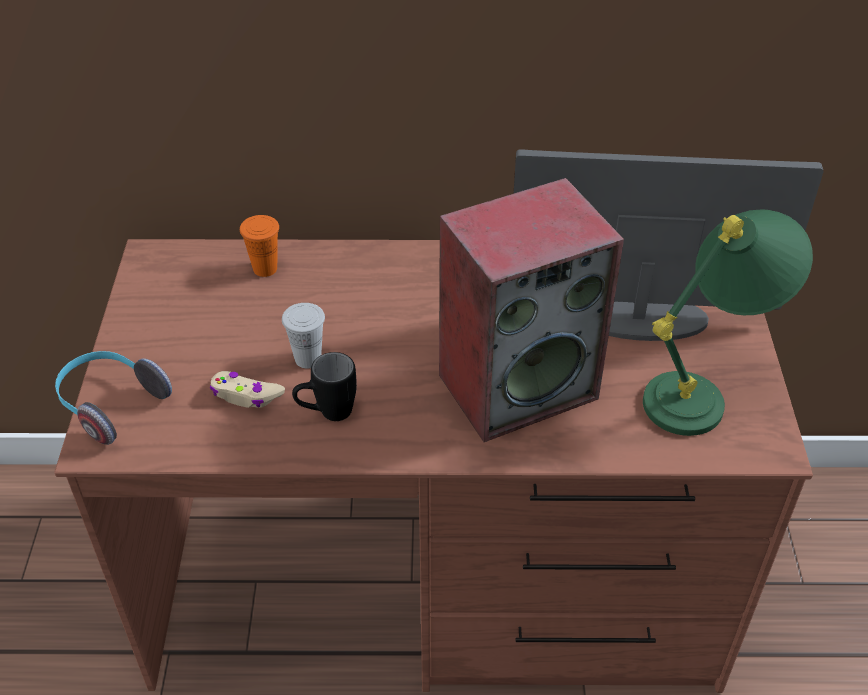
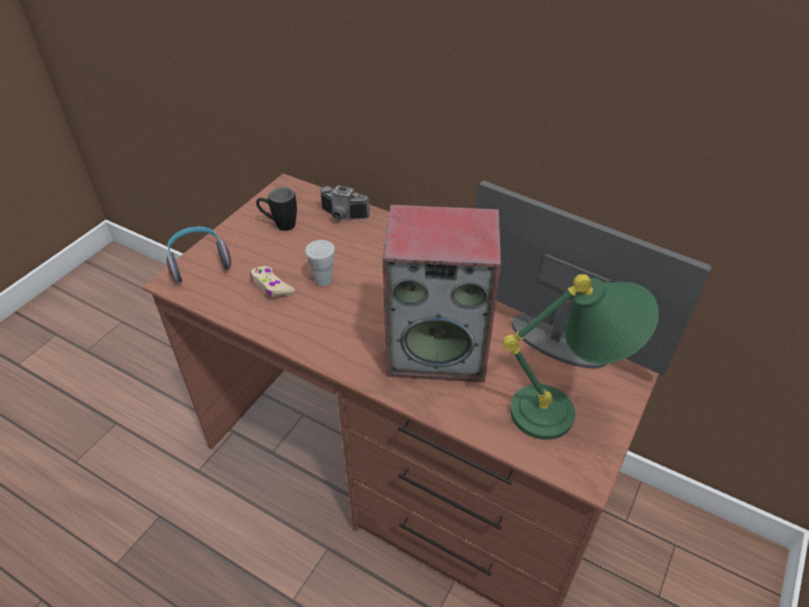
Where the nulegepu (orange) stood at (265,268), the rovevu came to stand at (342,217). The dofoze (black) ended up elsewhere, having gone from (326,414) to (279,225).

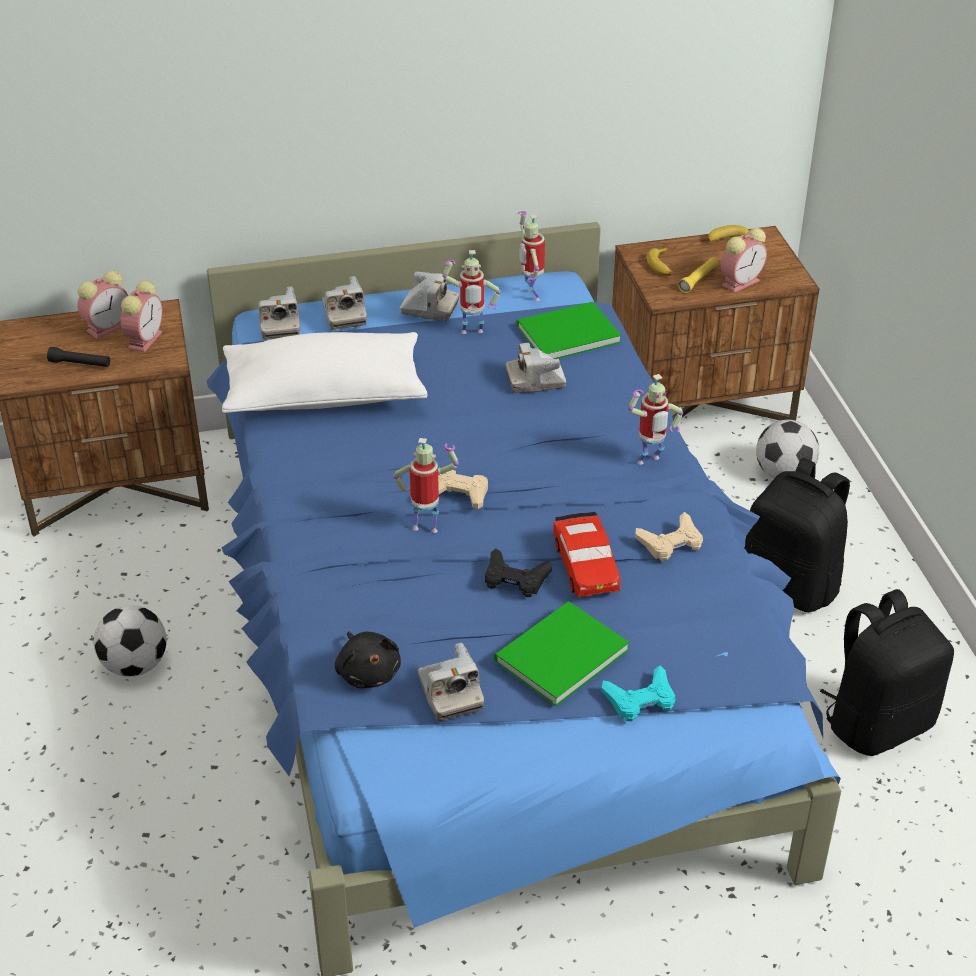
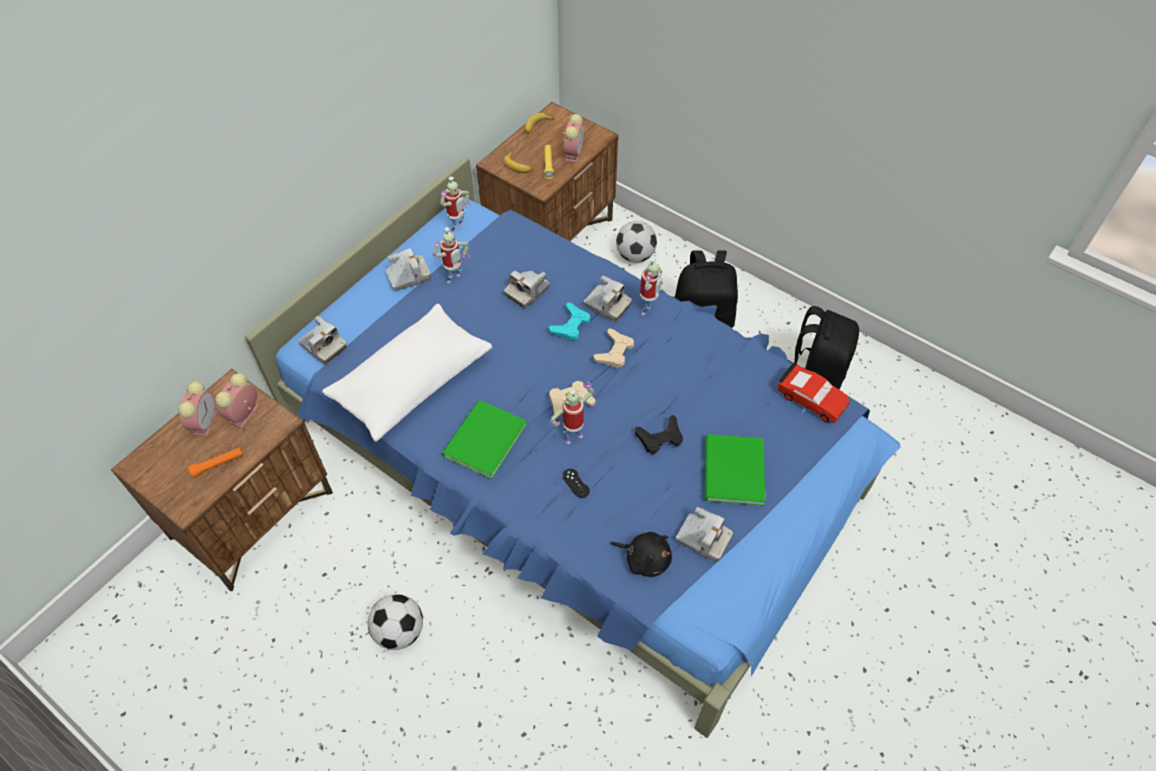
What was the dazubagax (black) at (80,364) turned into the dazubagax (orange) at (218,464). The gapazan at (145,339) ended up facing another way, 135 degrees counterclockwise from before. The rovevu ended up elsewhere, having gone from (344,315) to (607,305). The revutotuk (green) ended up elsewhere, having gone from (564,333) to (482,441). The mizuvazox at (531,296) ended up facing another way, 90 degrees counterclockwise from before. The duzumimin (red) ended up elsewhere, having gone from (586,565) to (811,398). The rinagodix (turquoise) ended up elsewhere, having gone from (640,699) to (570,325). The rinagodix (beige) ended up elsewhere, having gone from (670,542) to (614,352). The second view gained the rinagodix (black) at (576,483).

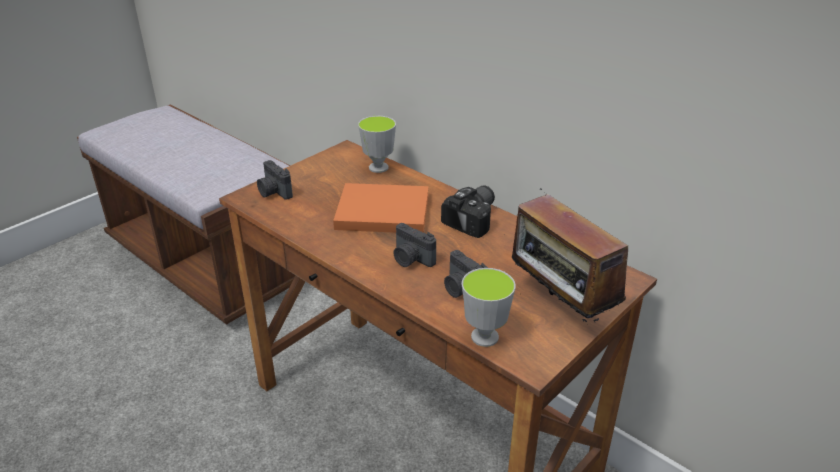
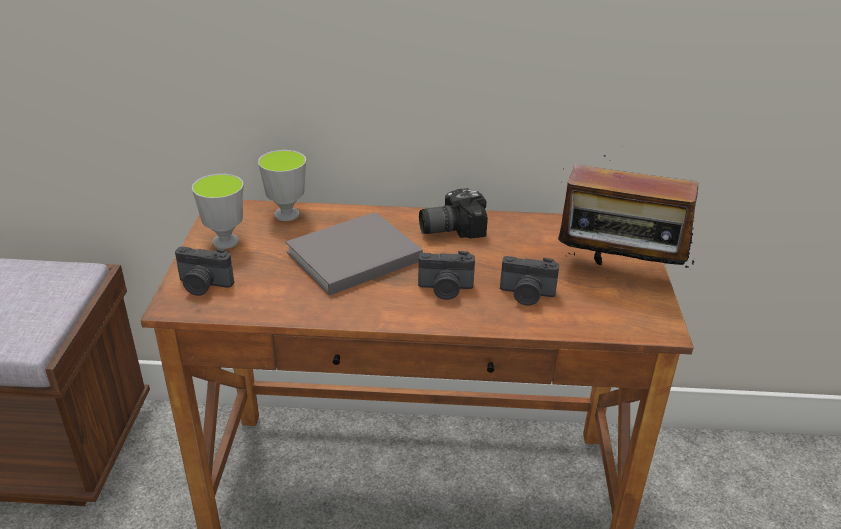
What was the revutotuk (orange) at (379,211) turned into the revutotuk (grey) at (350,257). The rovevu at (475,219) ended up facing another way, 105 degrees counterclockwise from before. The nulegepu ended up elsewhere, having gone from (484,337) to (225,241).

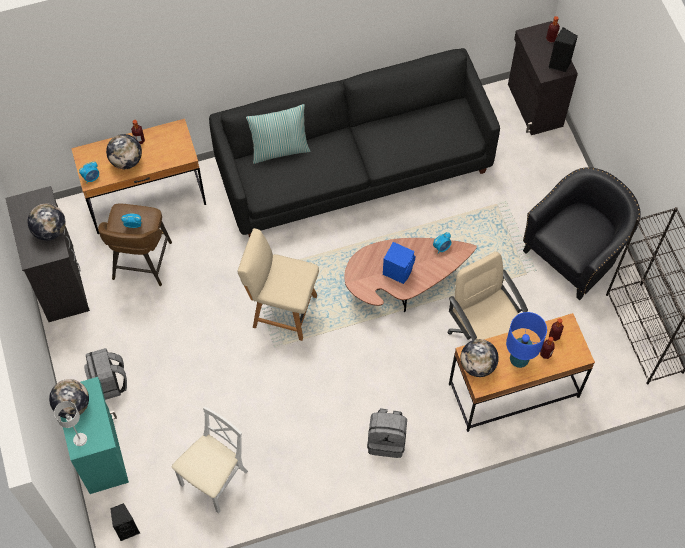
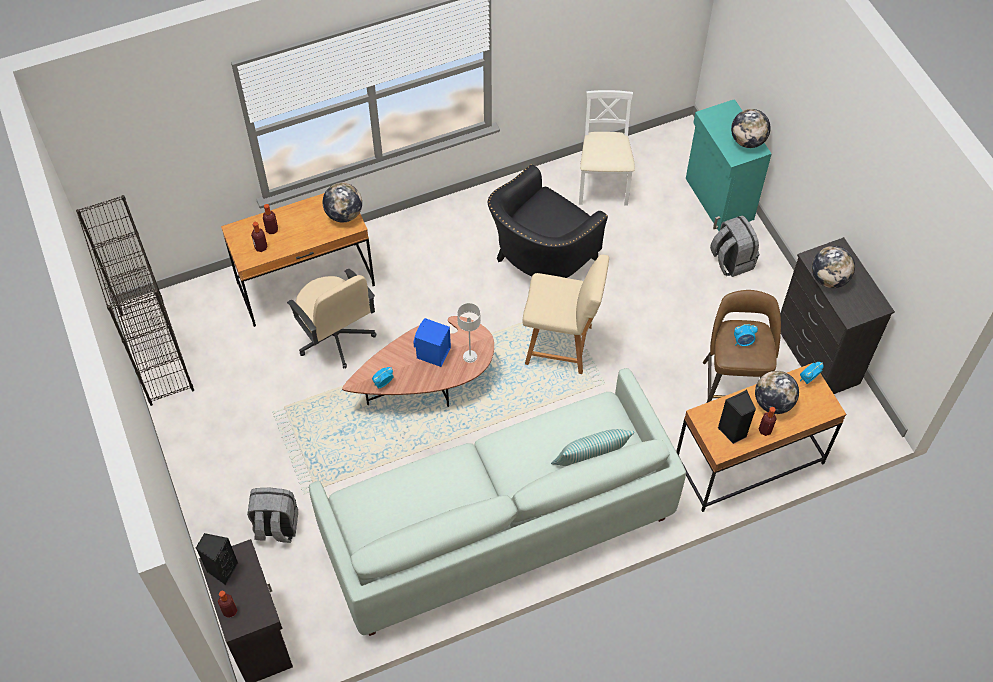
The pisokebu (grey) ended up elsewhere, having gone from (80,439) to (470,356). The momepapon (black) ended up elsewhere, having gone from (127,529) to (733,431). The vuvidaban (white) at (214,480) ended up facing another way, 150 degrees clockwise from before. What was the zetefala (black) at (353,166) turned into the zetefala (white) at (497,525). The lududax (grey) ended up elsewhere, having gone from (387,440) to (276,527). The second view lost the pisokebu (blue) at (519,359). The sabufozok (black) ended up elsewhere, having gone from (575,253) to (540,260).

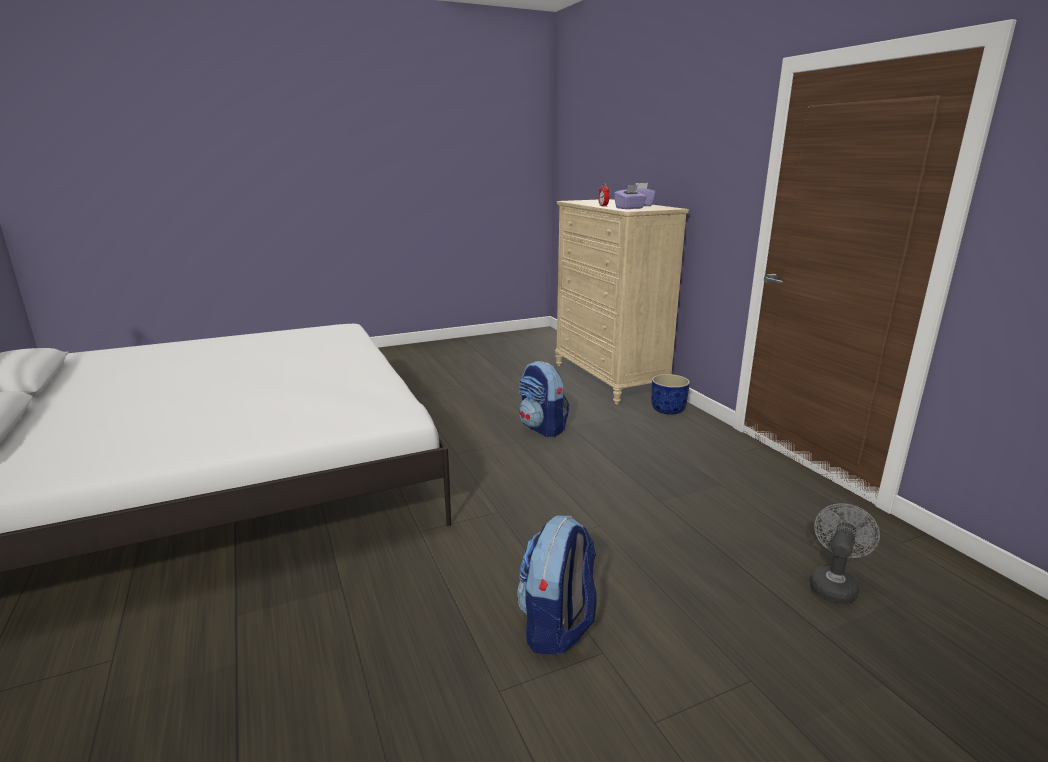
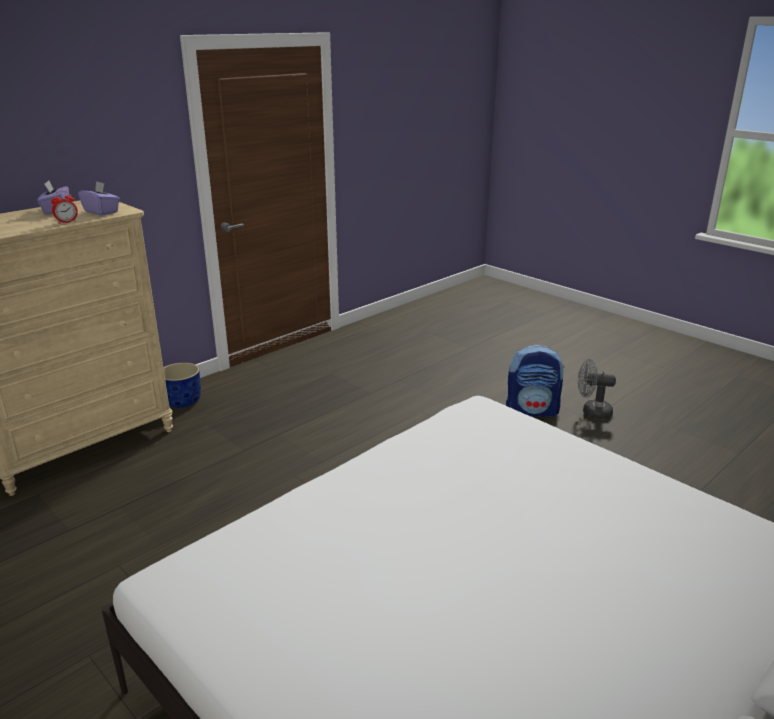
The second view lost the lududax at (542,428). The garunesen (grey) ended up elsewhere, having gone from (833,584) to (591,412).

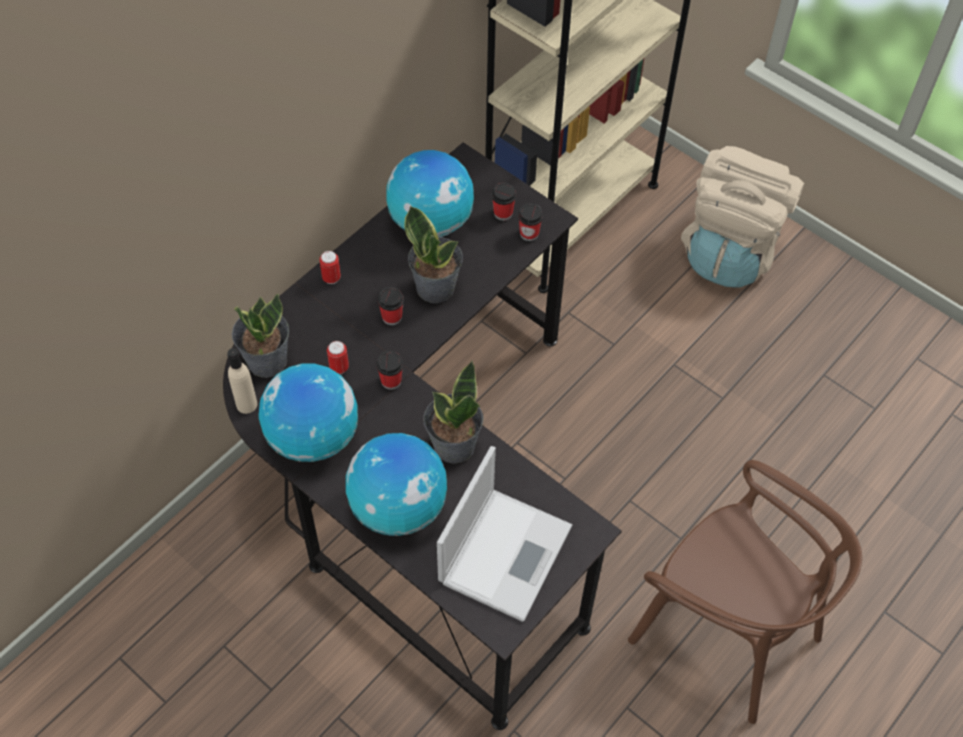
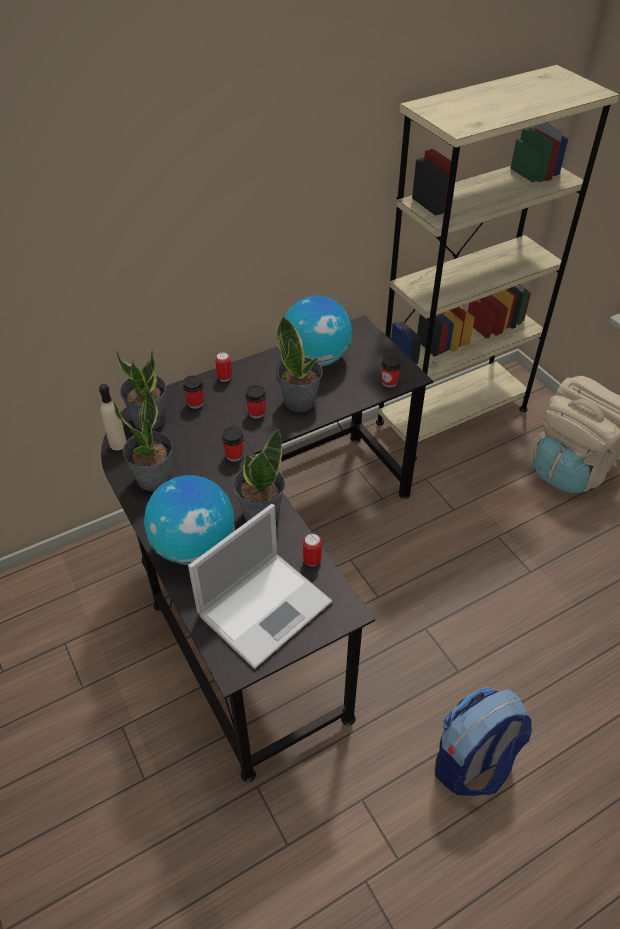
Where the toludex stood at (312,437), the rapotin came to stand at (154,478). The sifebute ended up elsewhere, having gone from (339,367) to (312,560). The nulegepu ended up elsewhere, having gone from (503,213) to (195,403). Where the vuvidaban (brown) stood at (726,632), the lududax came to stand at (473,763).

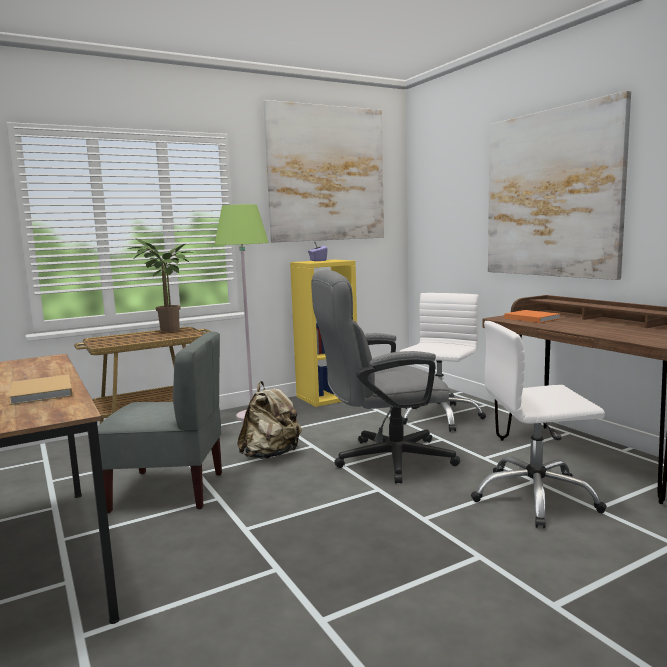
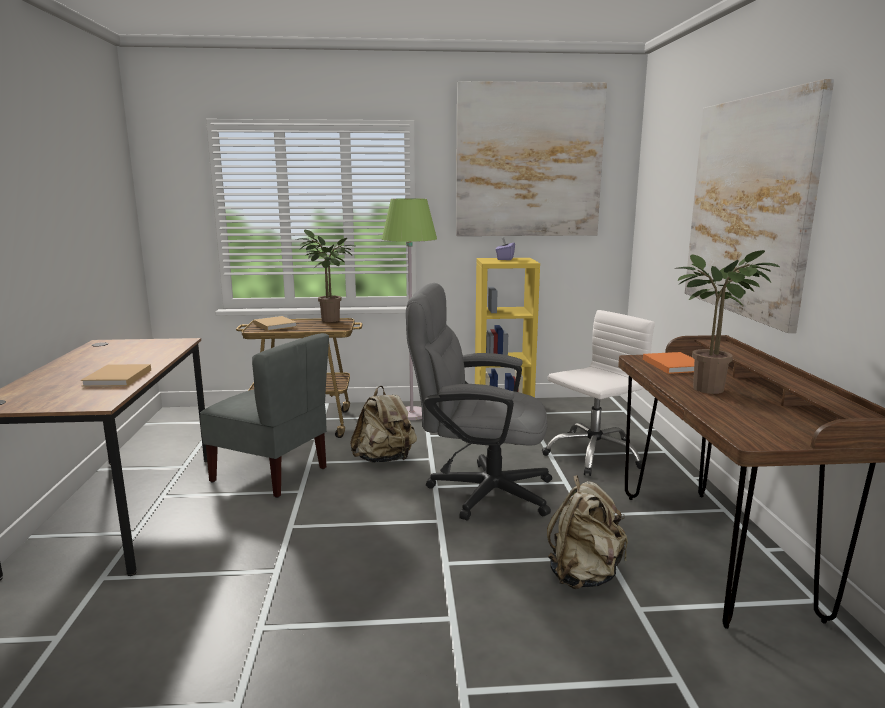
Where the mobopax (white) stood at (535,497), the lududax (beige) came to stand at (584,575). The second view gained the revutotuk (beige) at (274,325). The second view gained the rapotin at (713,389).

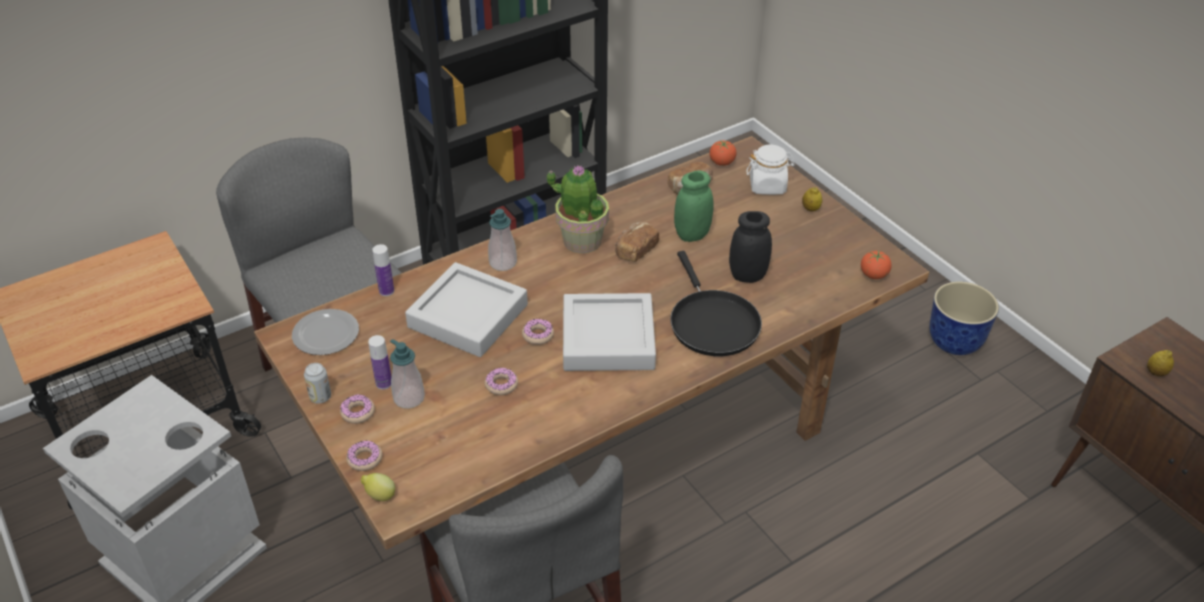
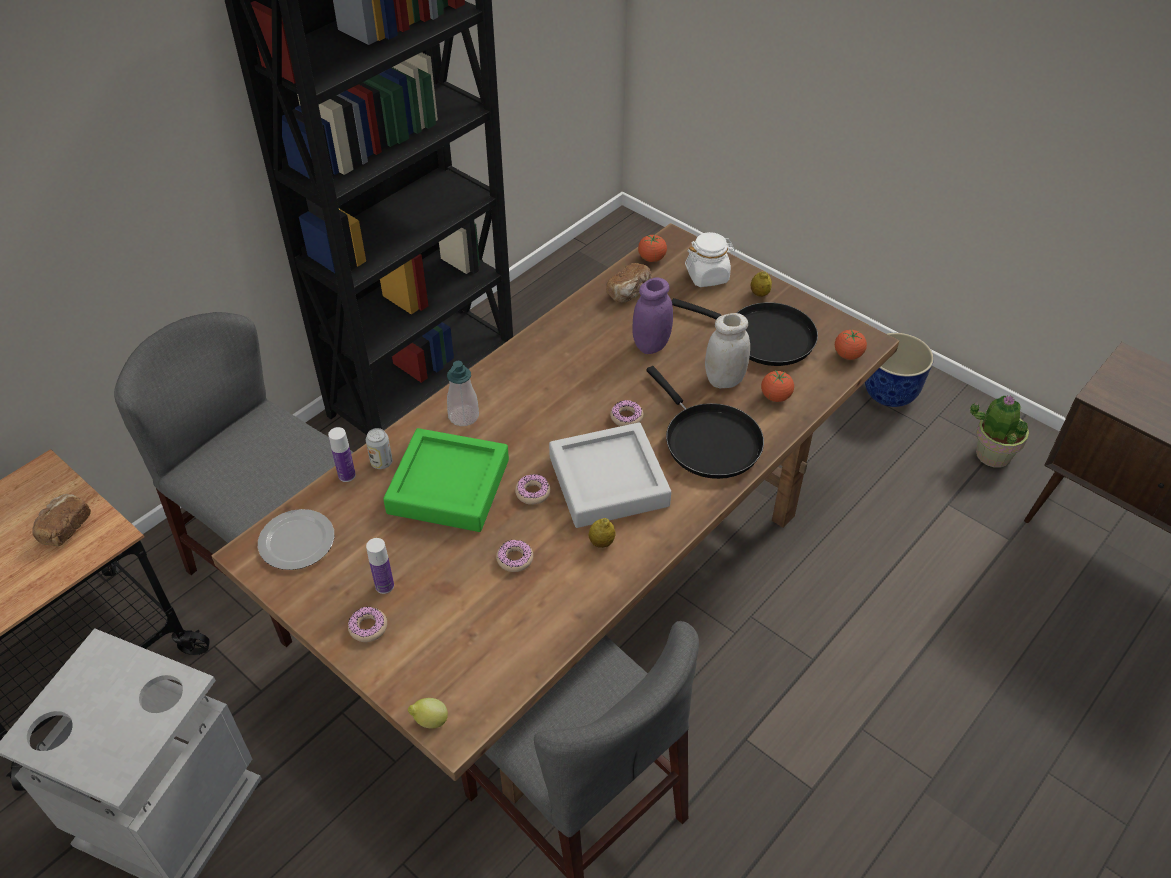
The sifebute ended up elsewhere, having gone from (320,397) to (381,462). The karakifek ended up elsewhere, having gone from (365,459) to (626,417). The second view lost the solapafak at (409,398). What was the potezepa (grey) at (468,316) turned into the potezepa (green) at (448,486). The rapotin ended up elsewhere, having gone from (582,240) to (992,454). The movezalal ended up elsewhere, having gone from (635,250) to (64,528). What was the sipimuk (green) at (692,234) turned into the sipimuk (purple) at (651,345). What was the sipimuk (black) at (747,275) turned into the sipimuk (white) at (724,380). The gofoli ended up elsewhere, having gone from (1156,373) to (601,542). The second view gained the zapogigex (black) at (764,337). The second view gained the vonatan at (775,396).

